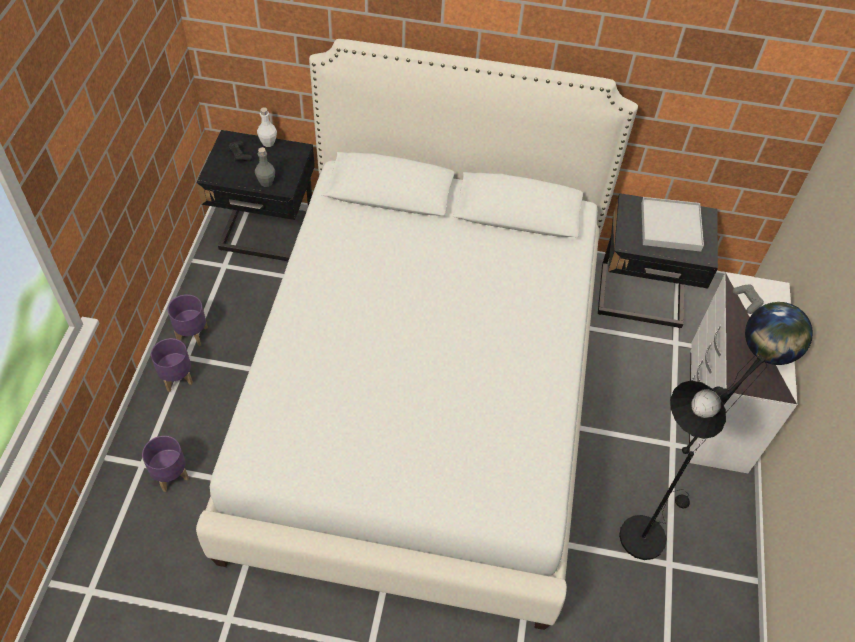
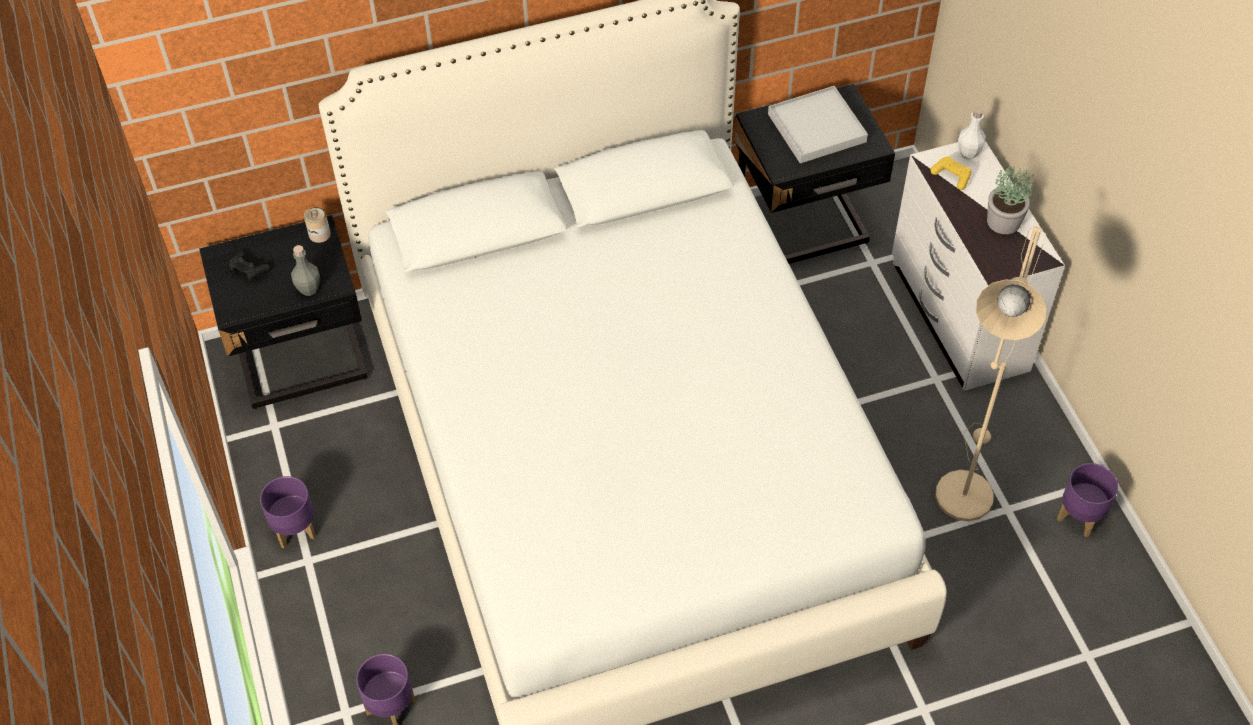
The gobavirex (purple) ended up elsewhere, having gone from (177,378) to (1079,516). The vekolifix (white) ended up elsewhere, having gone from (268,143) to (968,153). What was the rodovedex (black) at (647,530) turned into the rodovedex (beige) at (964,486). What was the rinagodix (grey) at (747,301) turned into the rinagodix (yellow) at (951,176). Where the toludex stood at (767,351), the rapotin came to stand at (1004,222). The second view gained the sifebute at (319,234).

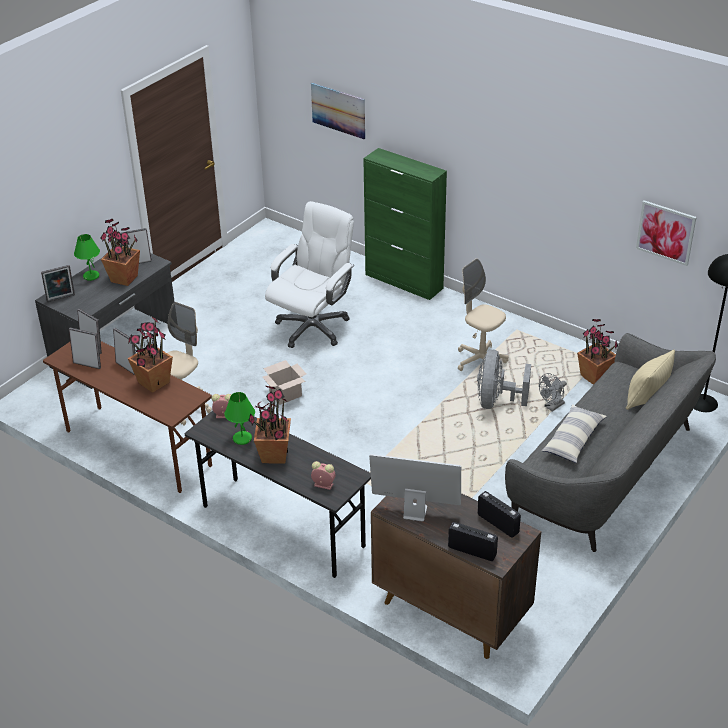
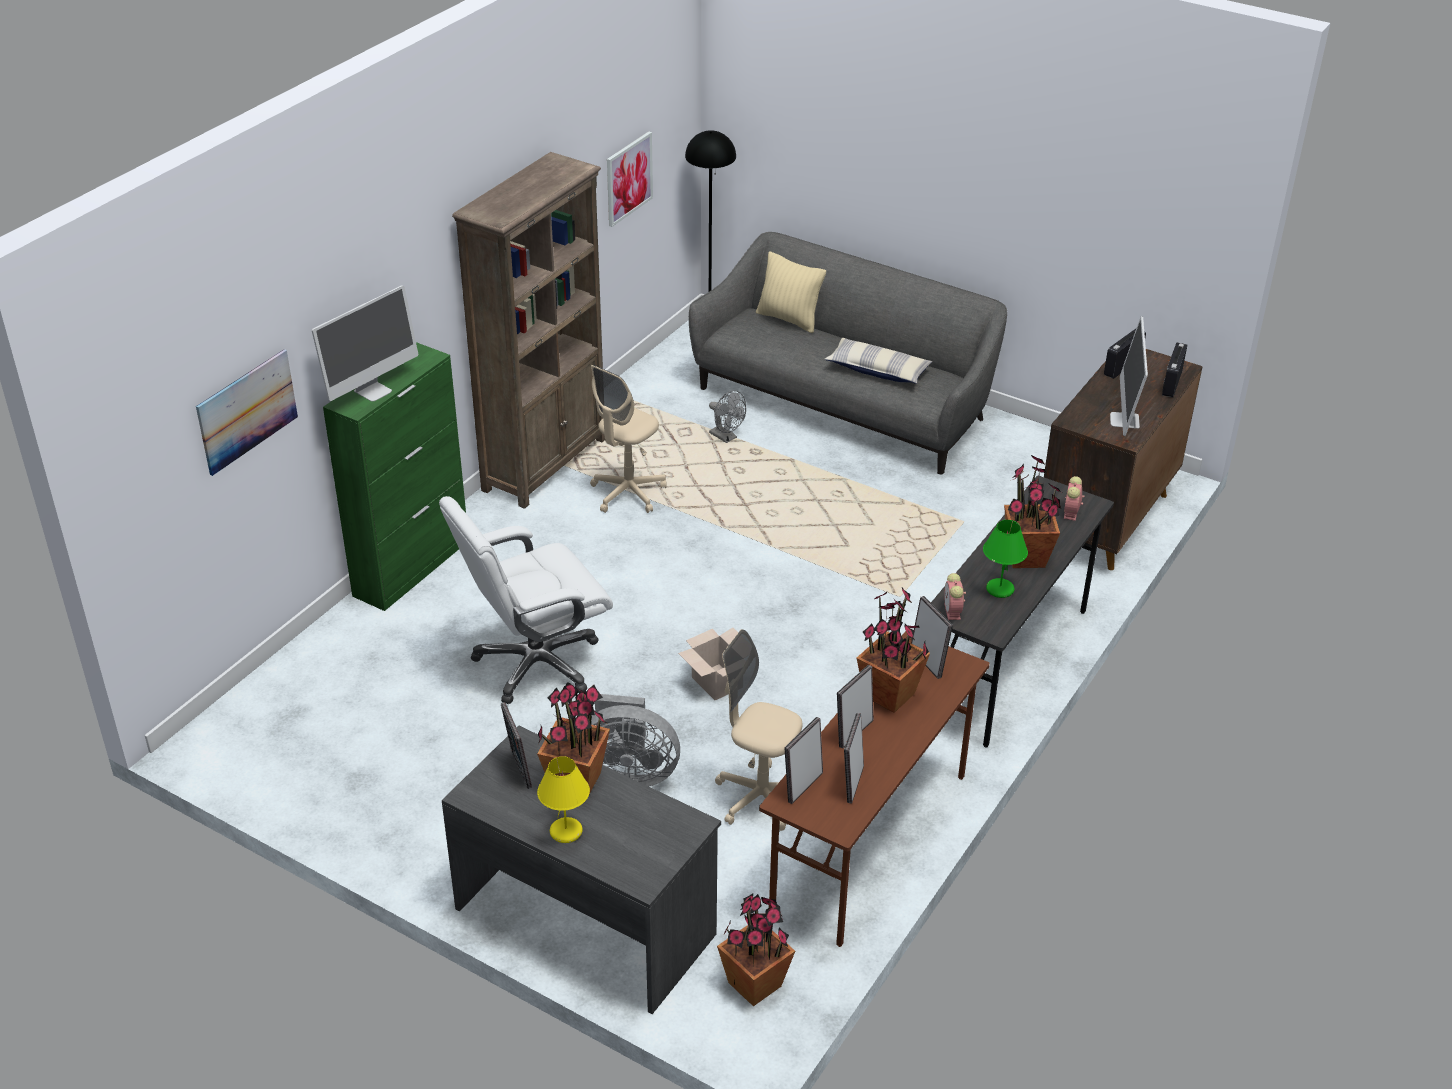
The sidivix ended up elsewhere, having gone from (61,299) to (928,662). What was the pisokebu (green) at (90,276) turned into the pisokebu (yellow) at (566,832). The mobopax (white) at (312,327) ended up facing another way, 60 degrees counterclockwise from before. The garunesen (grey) ended up elsewhere, having gone from (496,401) to (629,772). The rapotin ended up elsewhere, having gone from (594,377) to (755,984). The second view gained the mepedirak at (373,391). The second view gained the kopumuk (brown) at (545,464).

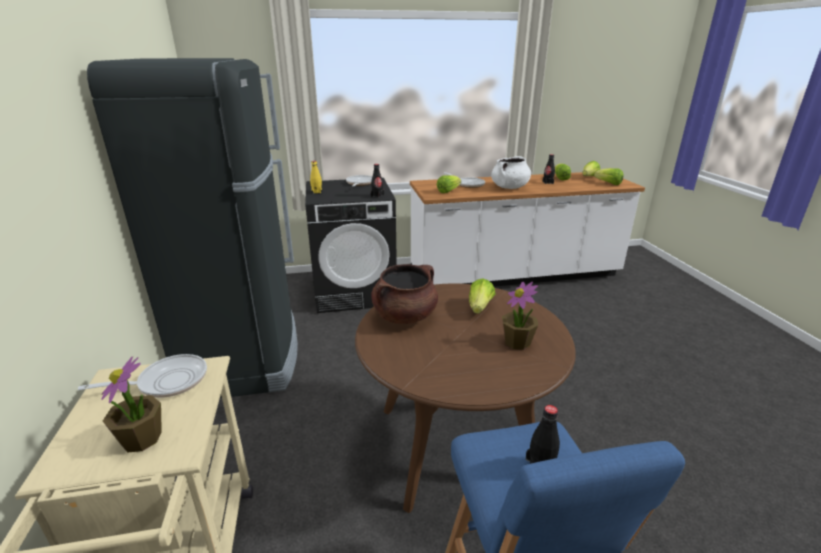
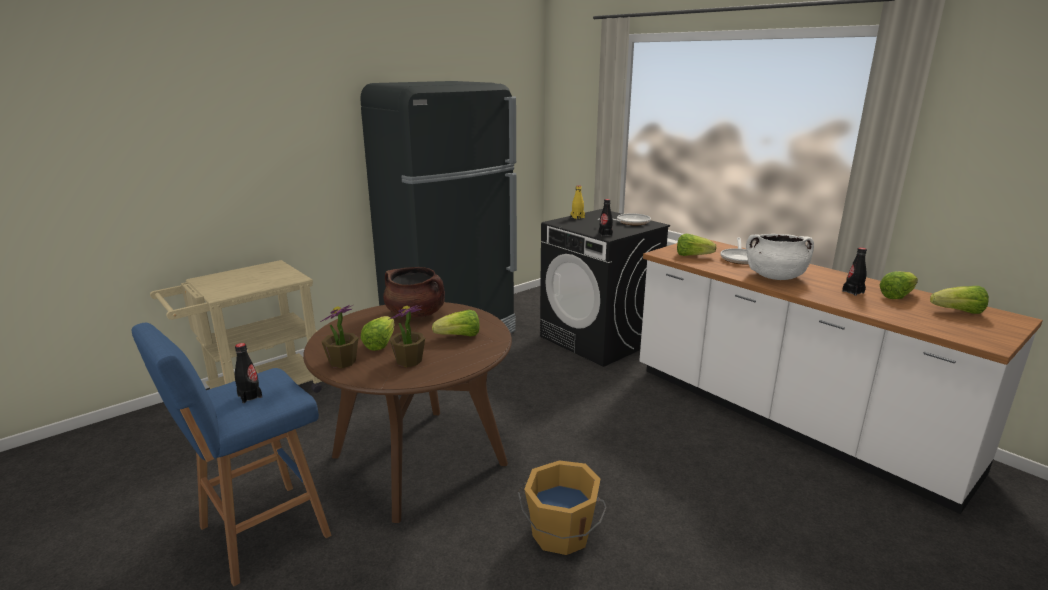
The second view lost the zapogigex at (167,381). The rapotin ended up elsewhere, having gone from (142,439) to (342,362). The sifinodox ended up elsewhere, having gone from (608,183) to (380,344). The second view gained the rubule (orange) at (561,534).

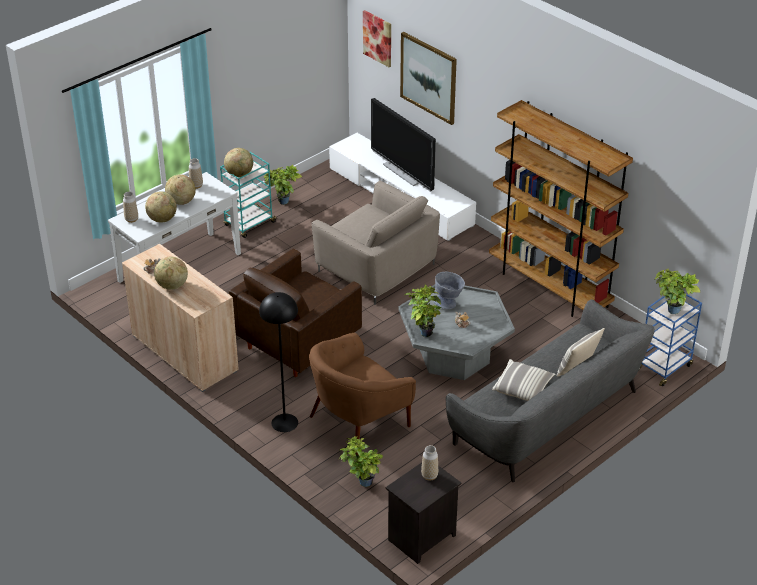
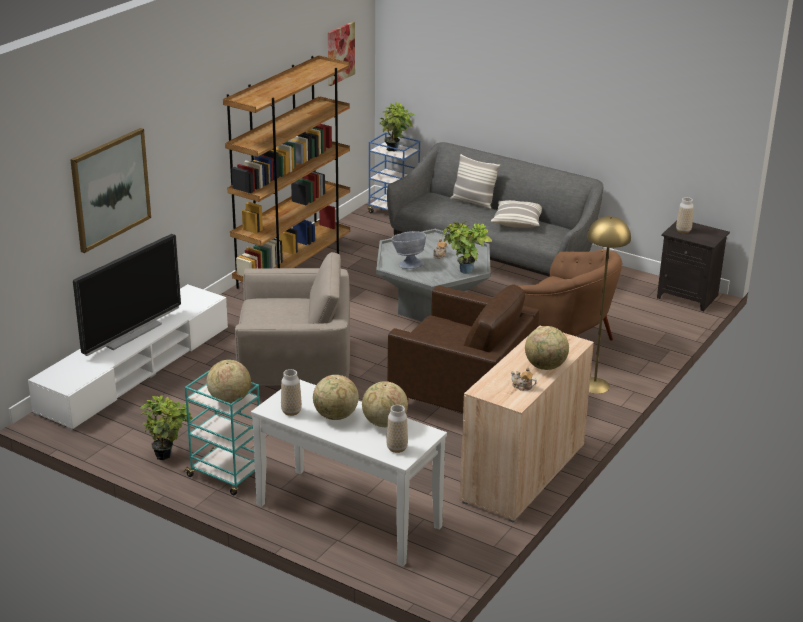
What was the rodovedex (black) at (284,422) turned into the rodovedex (yellow) at (594,385). The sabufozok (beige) at (376,268) ended up facing another way, 60 degrees clockwise from before. The second view lost the rapotin at (361,482). The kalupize ended up elsewhere, having gone from (377,38) to (340,53).

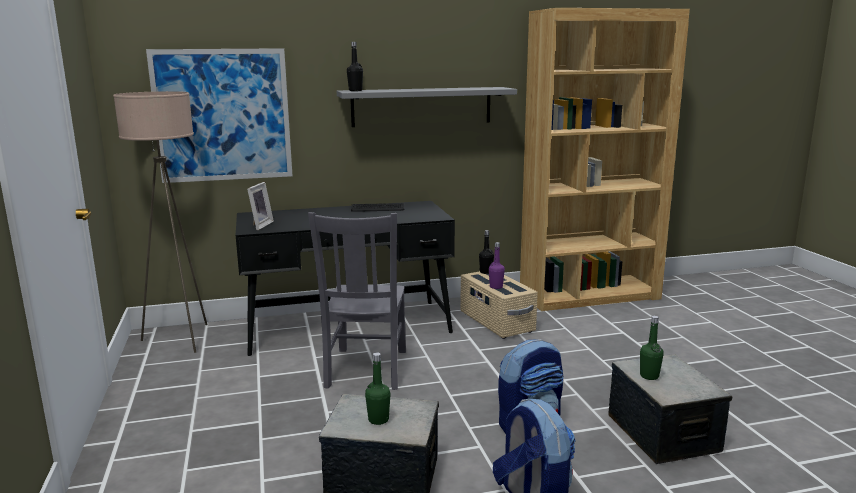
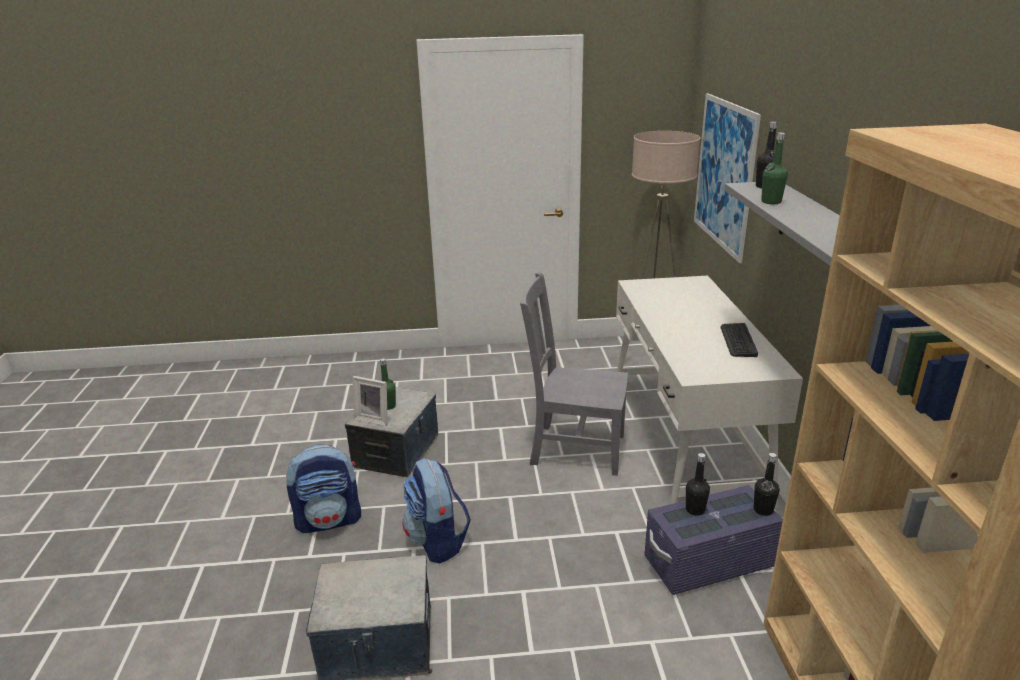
What was the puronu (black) at (348,326) turned into the puronu (white) at (684,440). The sidivix ended up elsewhere, having gone from (259,225) to (374,418). What was the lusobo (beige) at (496,322) turned into the lusobo (purple) at (708,562). What was the vekolifix (purple) at (496,287) turned into the vekolifix (black) at (695,510). The vekolifix (green) ended up elsewhere, having gone from (649,376) to (771,202).

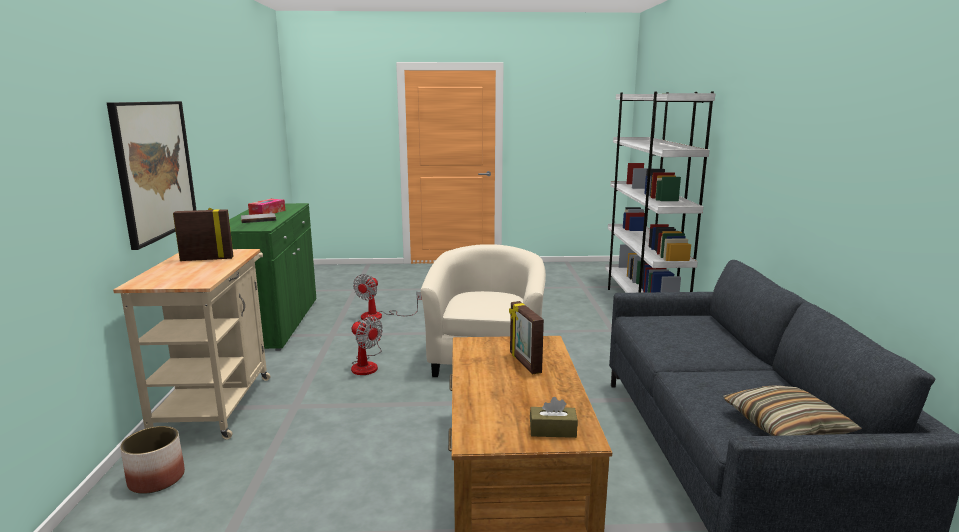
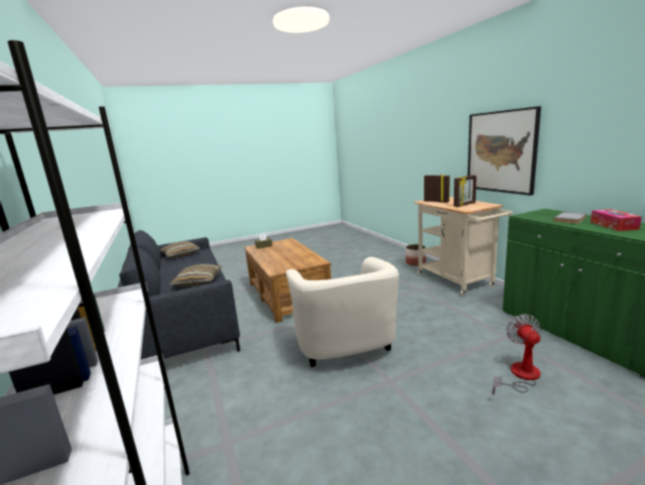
The second view lost the garunesen at (366,364). The sidivix ended up elsewhere, having gone from (524,363) to (436,201). The second view gained the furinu at (198,281).

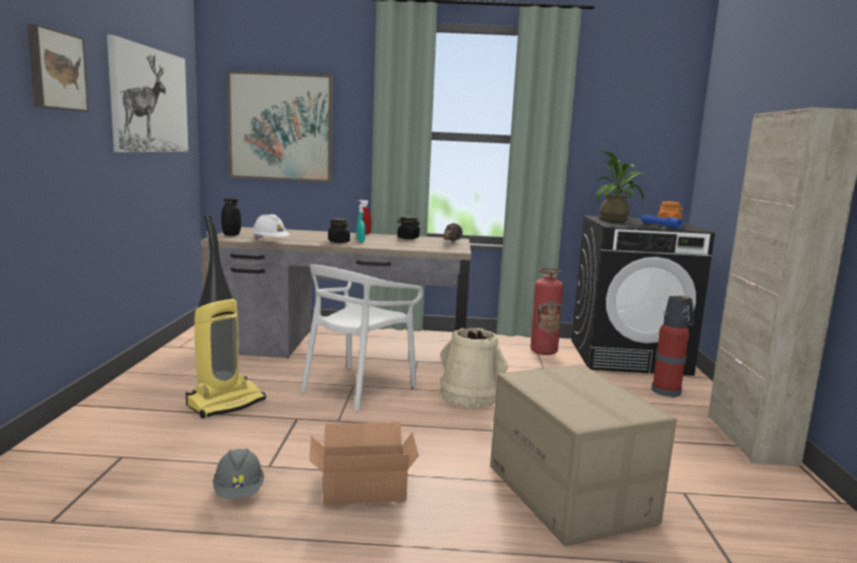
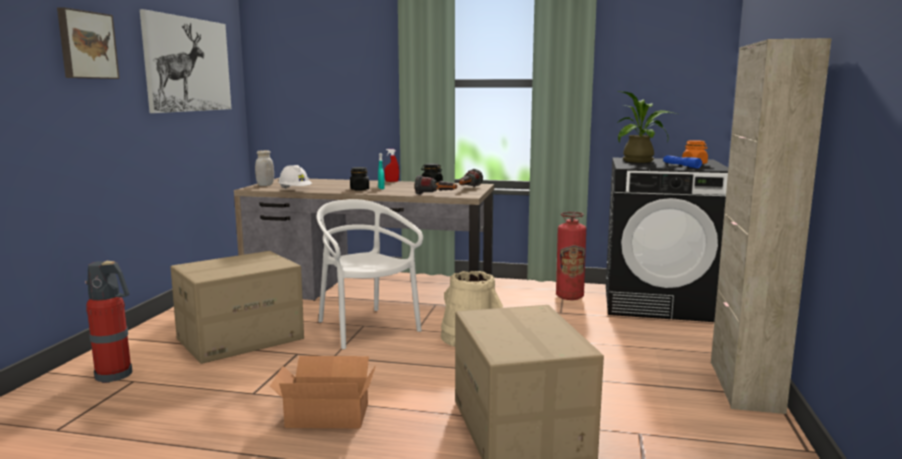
Where the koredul stood at (226,403), the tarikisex came to stand at (240,339). The second view lost the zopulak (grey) at (239,492). What was the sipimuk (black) at (231,235) turned into the sipimuk (white) at (265,185). The second view lost the kalupize at (280,127). The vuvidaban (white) at (357,388) ended up facing another way, 105 degrees clockwise from before. The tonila ended up elsewhere, having gone from (667,391) to (115,375). The second view gained the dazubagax at (436,195).

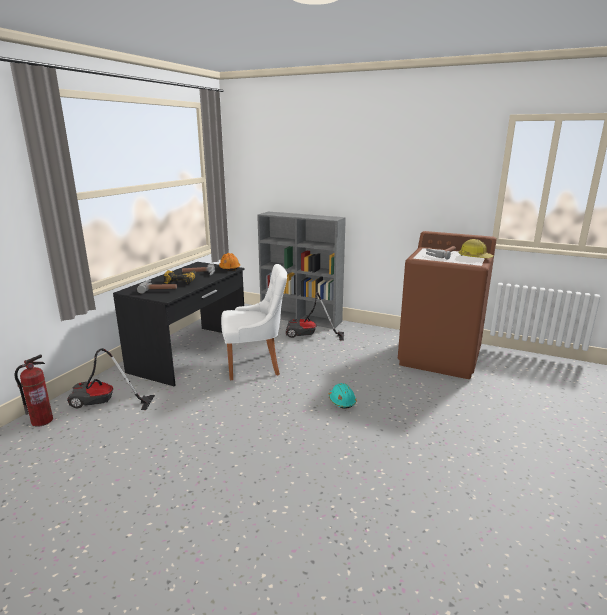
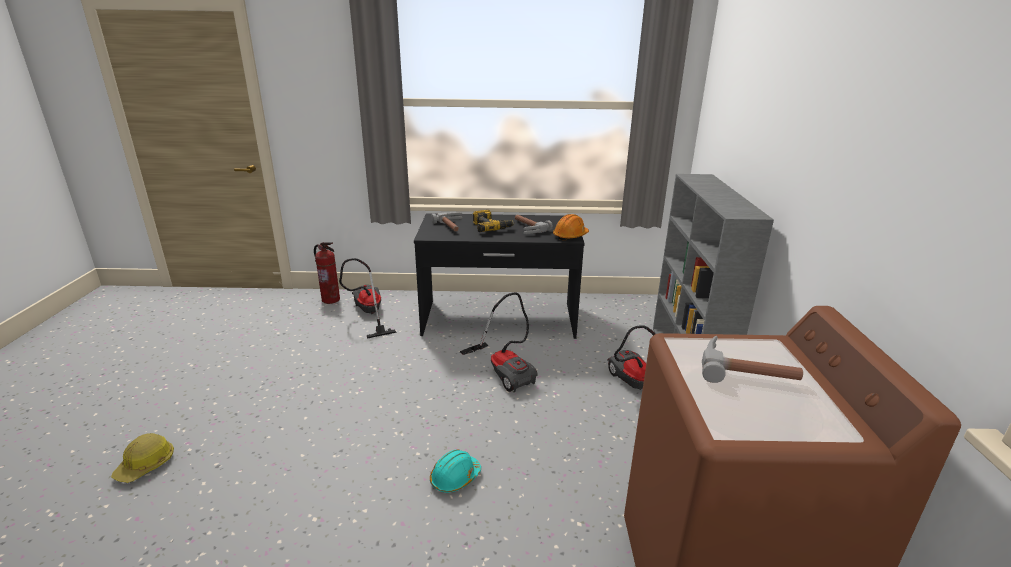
Where the vuvidaban (white) stood at (255,365), the koredul came to stand at (505,371). The zopulak ended up elsewhere, having gone from (474,257) to (146,465).

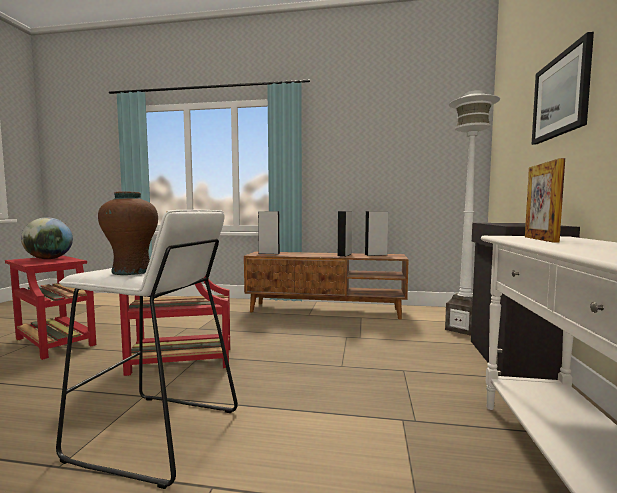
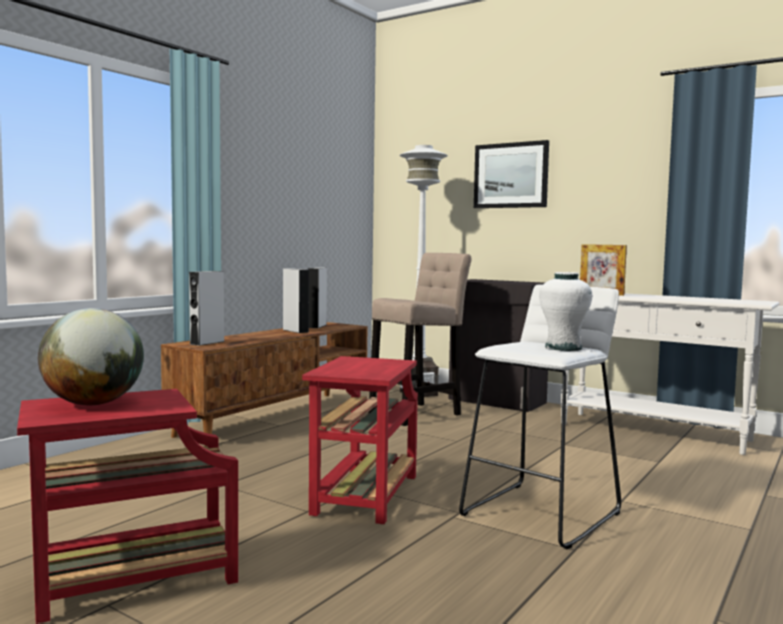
What was the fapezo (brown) at (132,272) turned into the fapezo (white) at (563,348). The second view gained the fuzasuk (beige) at (418,414).

